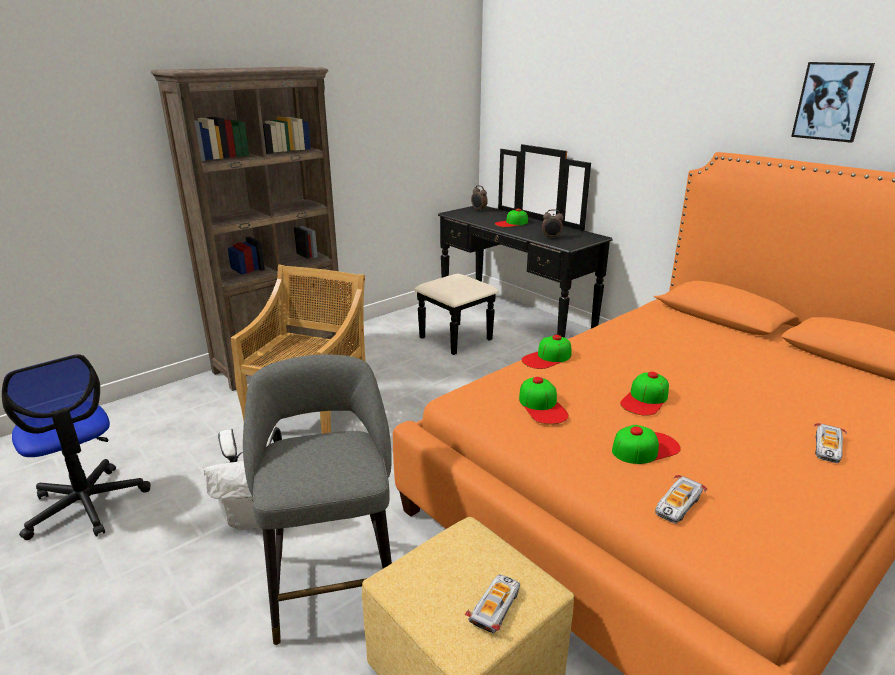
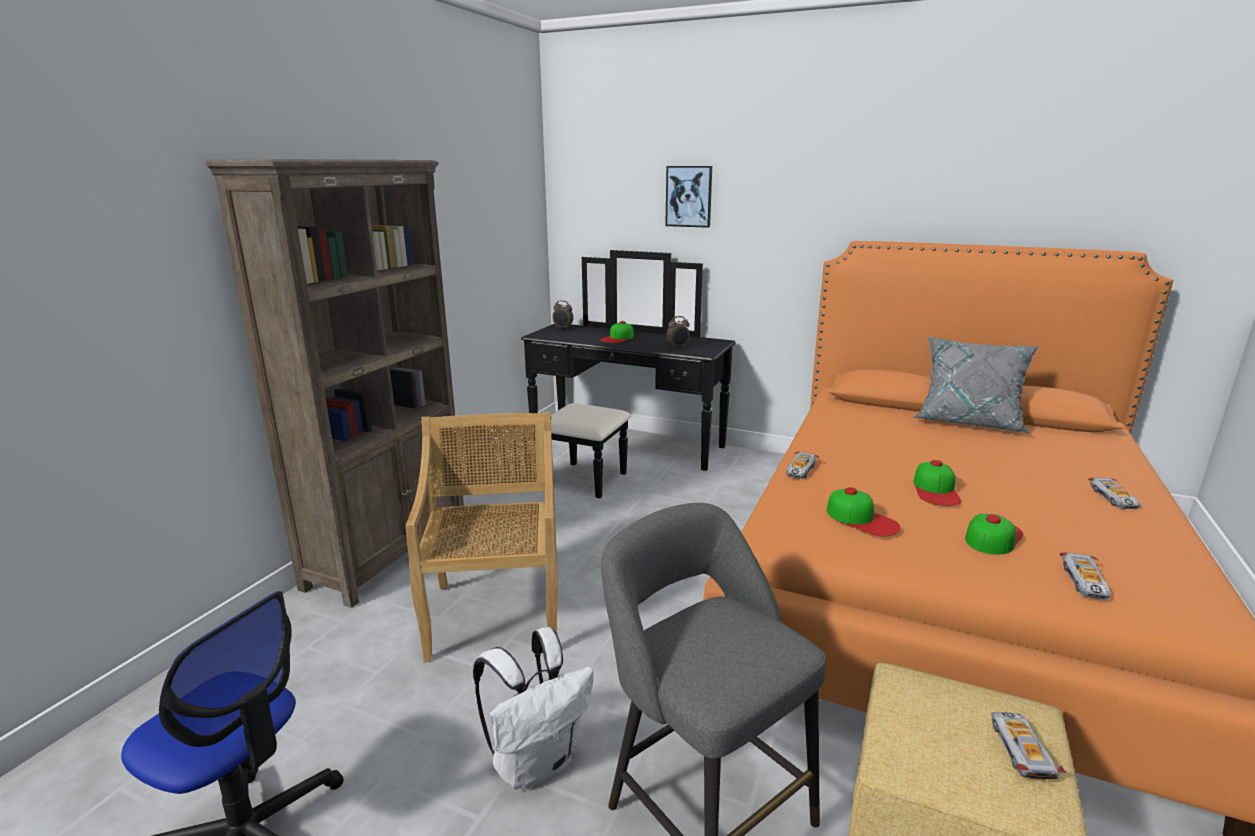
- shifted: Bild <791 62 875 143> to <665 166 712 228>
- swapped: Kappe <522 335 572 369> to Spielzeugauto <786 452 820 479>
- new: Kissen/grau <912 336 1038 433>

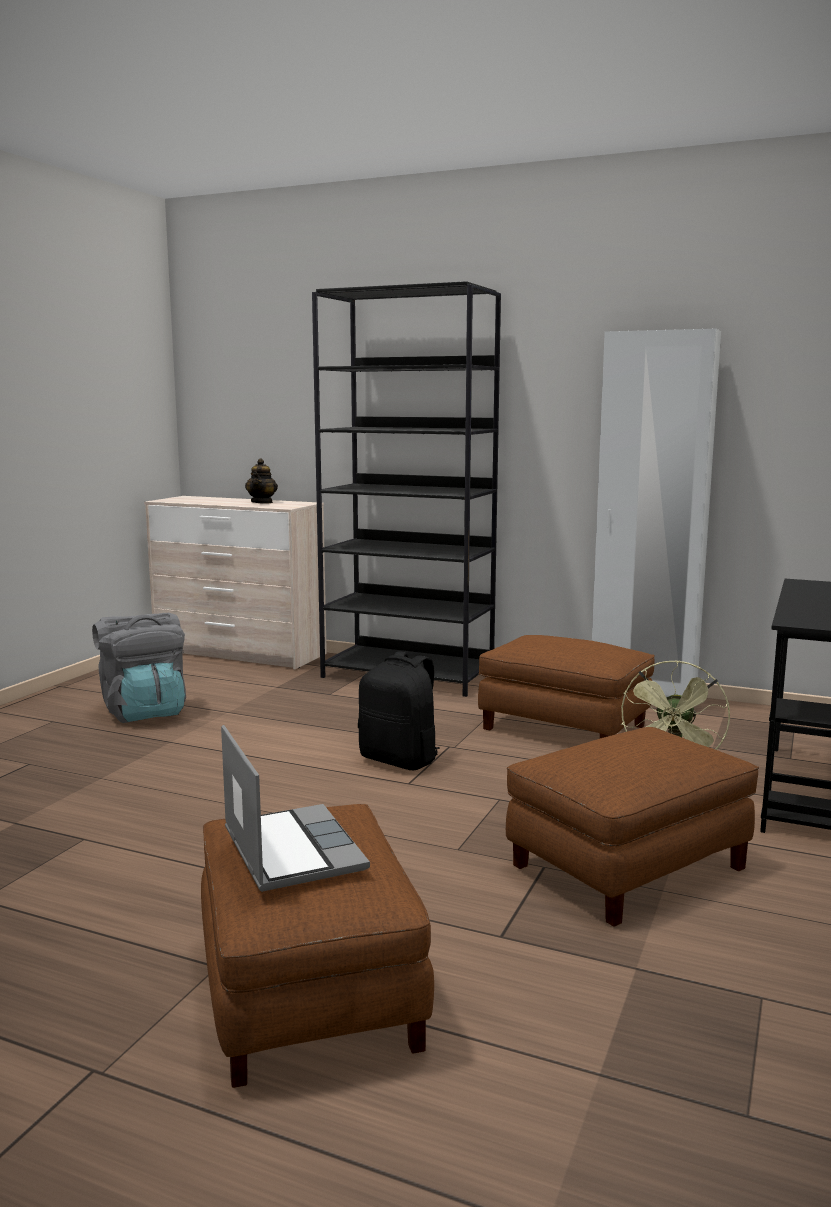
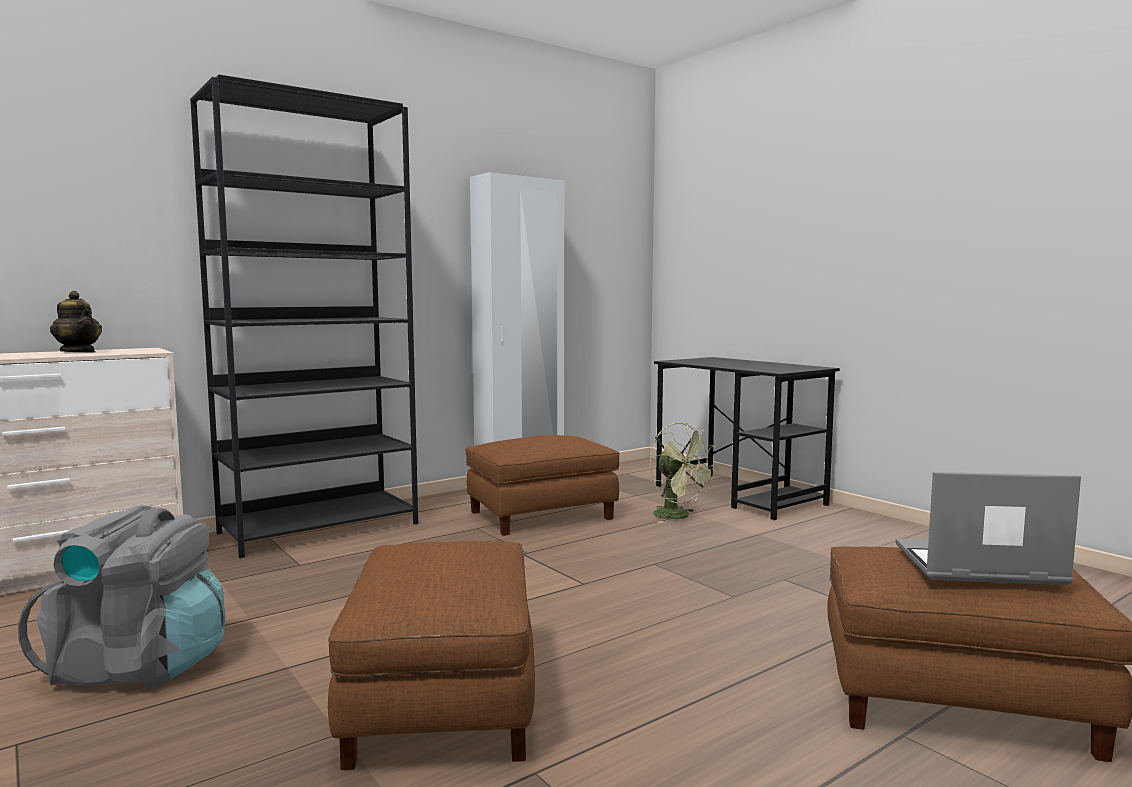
- gone: Rucksack/schwarz <358 651 440 770>
- shifted: Polsterhocker/braun <506 727 759 927> to <328 541 535 770>

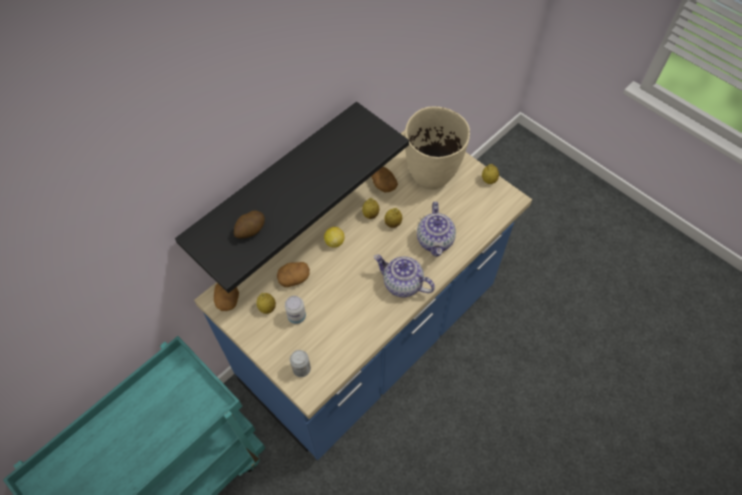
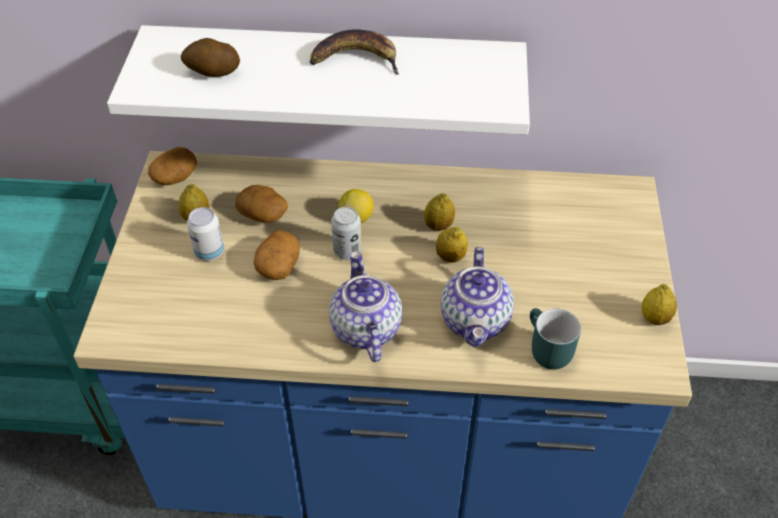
- repainted: Wandregal/schwarz <175 102 409 293> to Wandregal/weiß <107 25 530 135>
- gone: Vase/beige <405 106 470 189>
- shifted: Kartoffel <371 167 398 193> to <254 230 300 280>
- rotated: Teekanne <417 202 456 257> = <441 247 514 347> 45 degrees counterclockwise
- shifted: Dose <290 350 311 377> to <331 207 362 260>
- new: Banane <310 29 399 75>
- new: Henkelbecher/türkis <530 308 581 369>

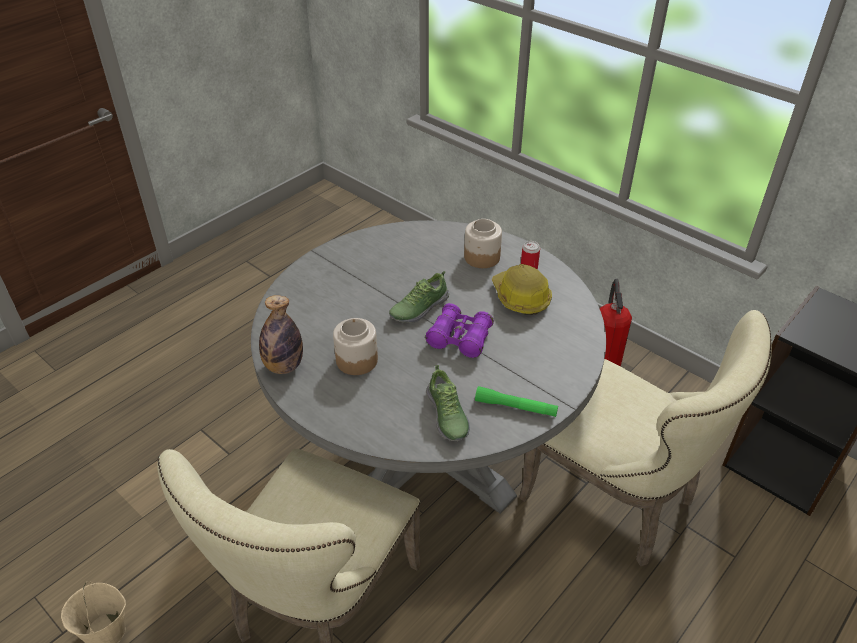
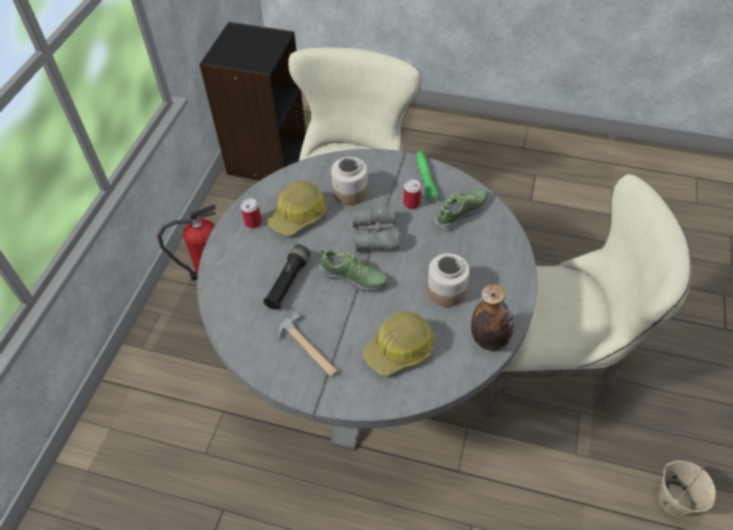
- shifted: Vorratsglas <464 219 502 268> to <331 157 368 205>
- repainted: Fernglas/lila <425 303 494 358> to Fernglas/grau <352 205 399 252>
- new: Dose <403 179 421 209>
- new: Taschenlampe/schwarz <263 245 310 310>
- new: Schutzhelm <363 311 435 376>
- new: Hammer <279 313 338 377>

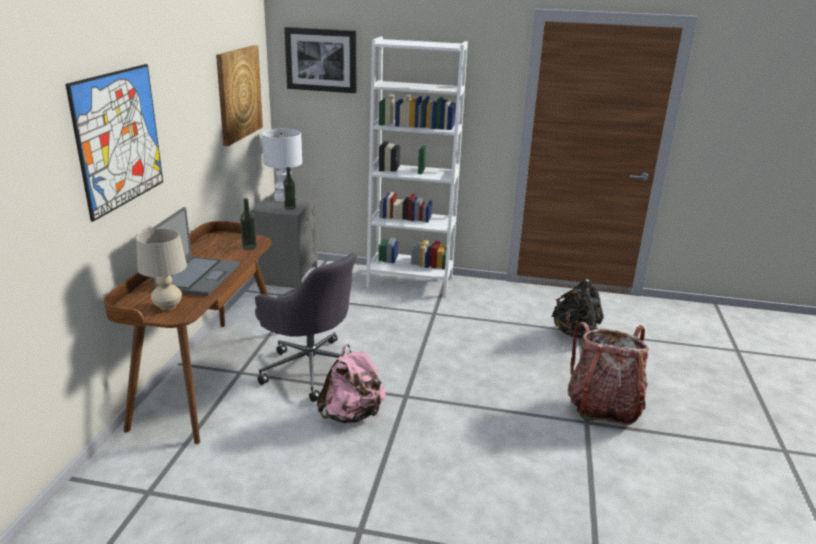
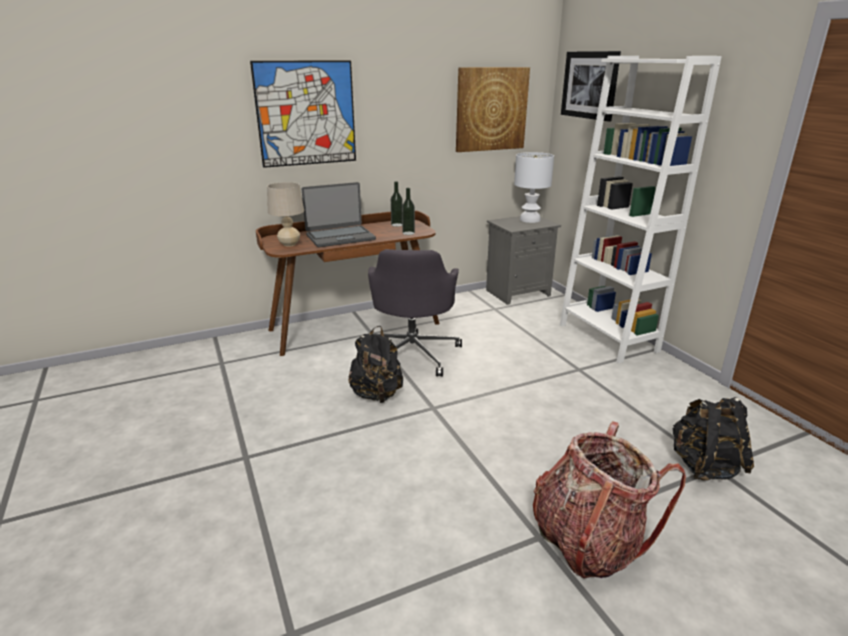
- shifted: Flasche <283 167 296 210> to <391 181 403 227>
- repainted: Rucksack/rosa <317 344 386 423> to Rucksack/schwarz <348 326 403 403>

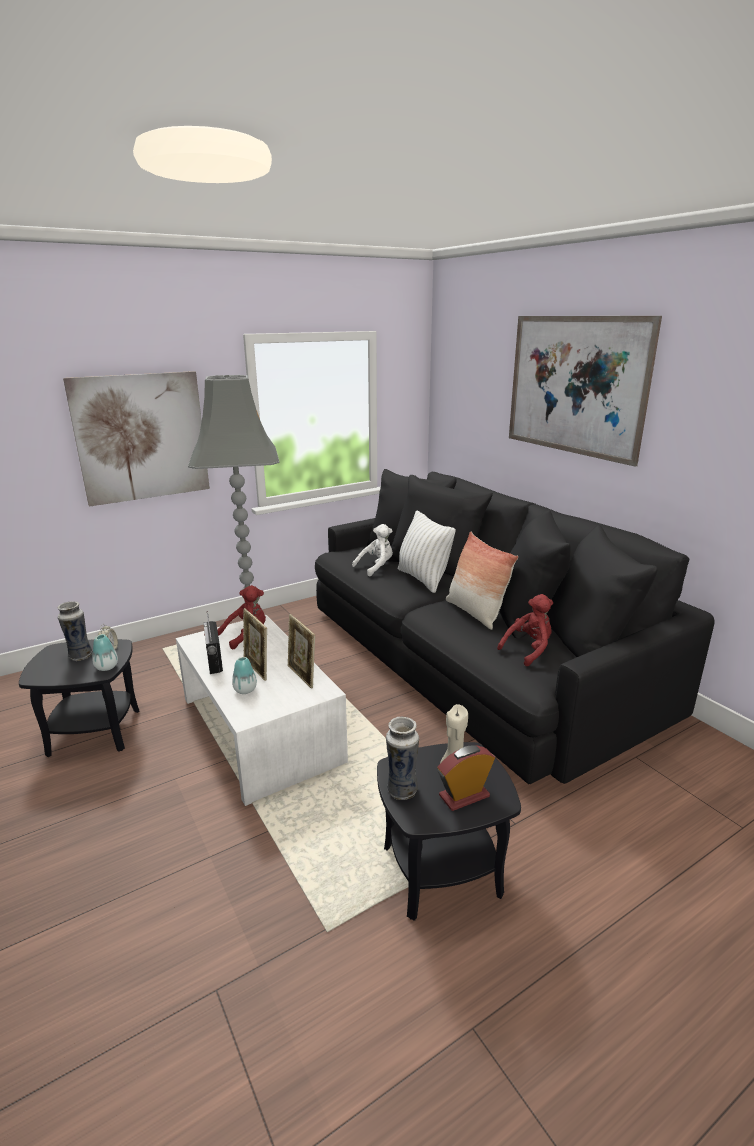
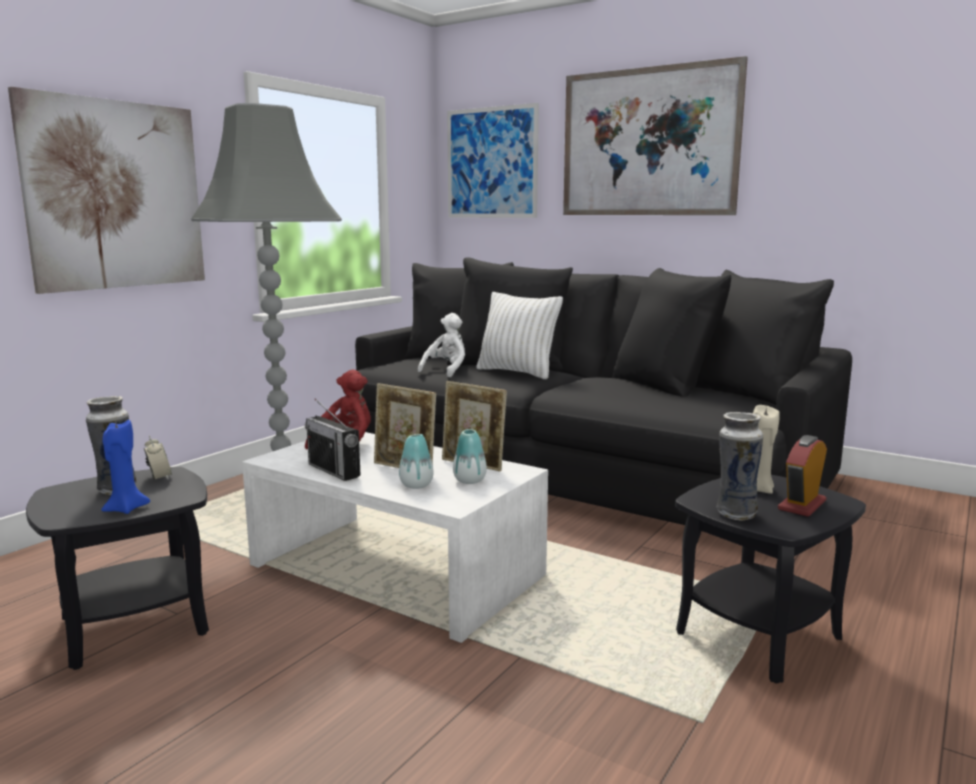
- gone: Kissen <446 532 518 630>
- gone: Plüschtier/rot <497 594 553 666>
- shifted: Vase <92 634 118 671> to <453 429 487 484>
- new: Bild <447 103 539 218>
- new: Kerze/blau <101 420 150 514>

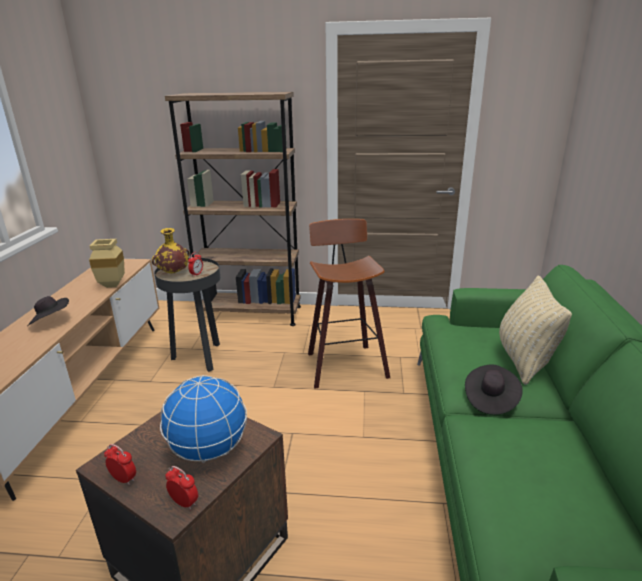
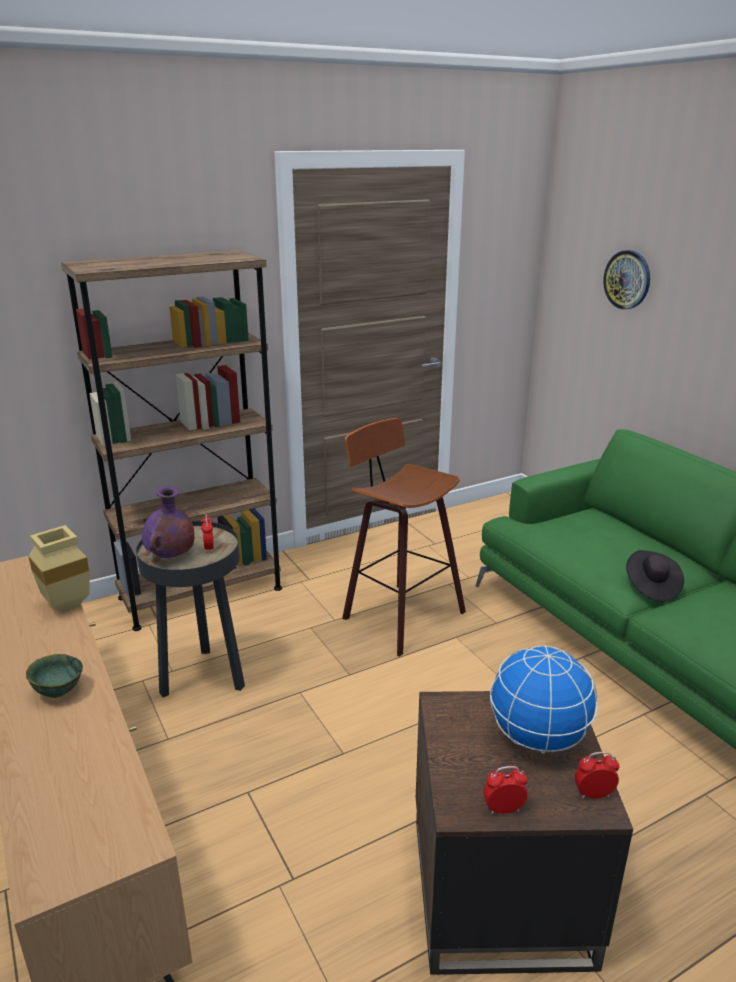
- repainted: Vase/gelb <152 228 190 274> to Vase/lila <142 486 195 558>
- gone: Kissen/beige <499 275 572 385>
- swapped: Hut/schwarz <27 296 69 326> to Schüssel/grün <26 654 83 698>
- new: Wanduhr <603 250 650 309>

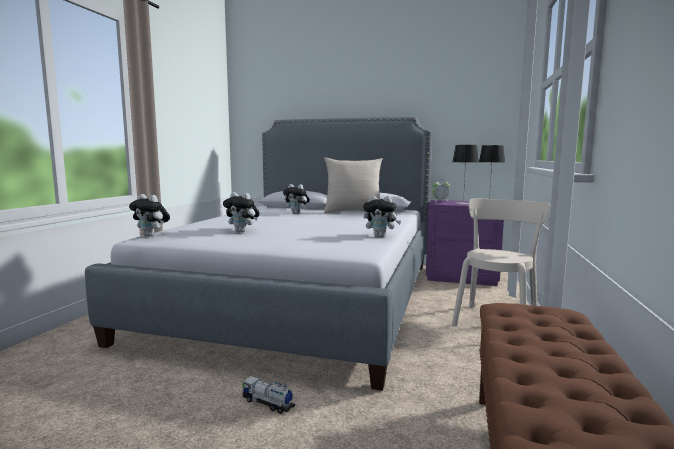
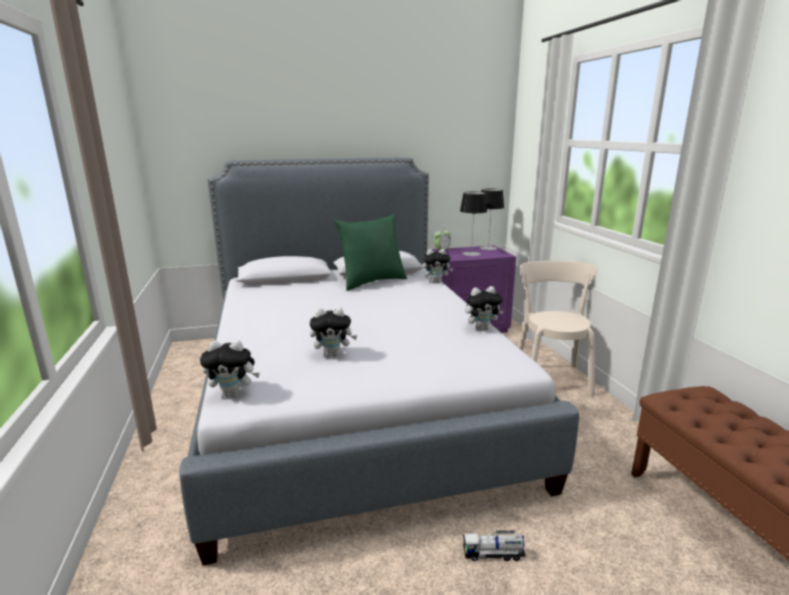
- repainted: Kissen/beige <324 157 383 214> to Kissen/grün <333 214 407 291>
- shifted: Plüschtier <283 184 310 214> to <422 249 454 283>

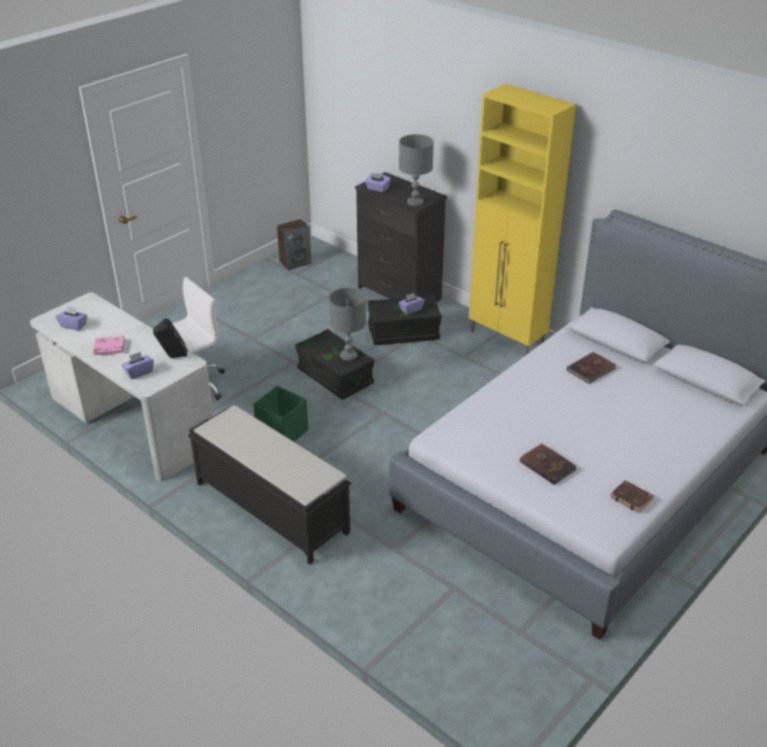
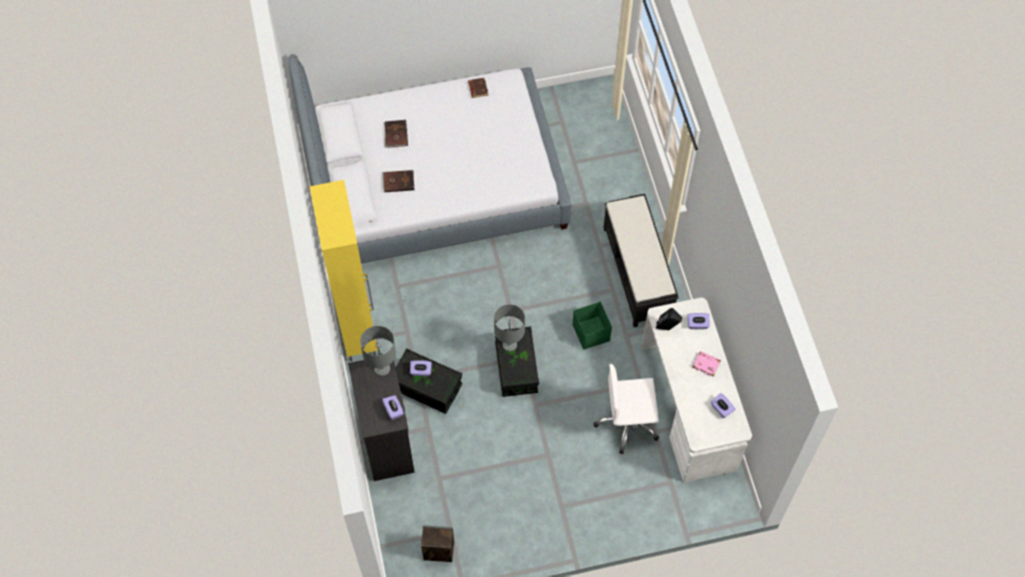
- shifted: Buch/braun <520 443 577 485> to <384 120 408 148>

